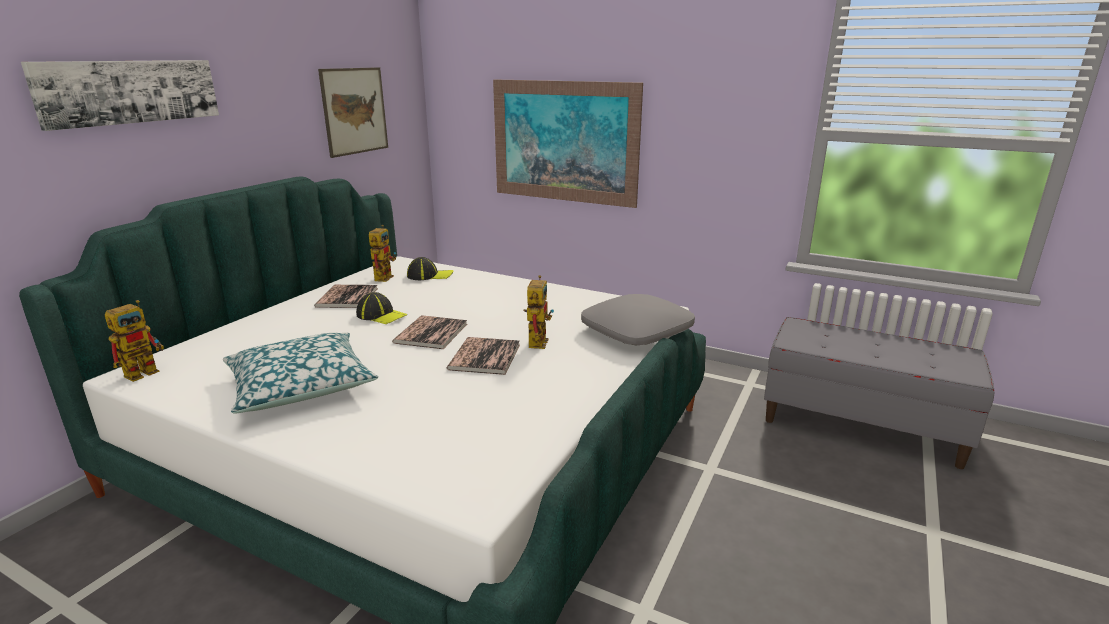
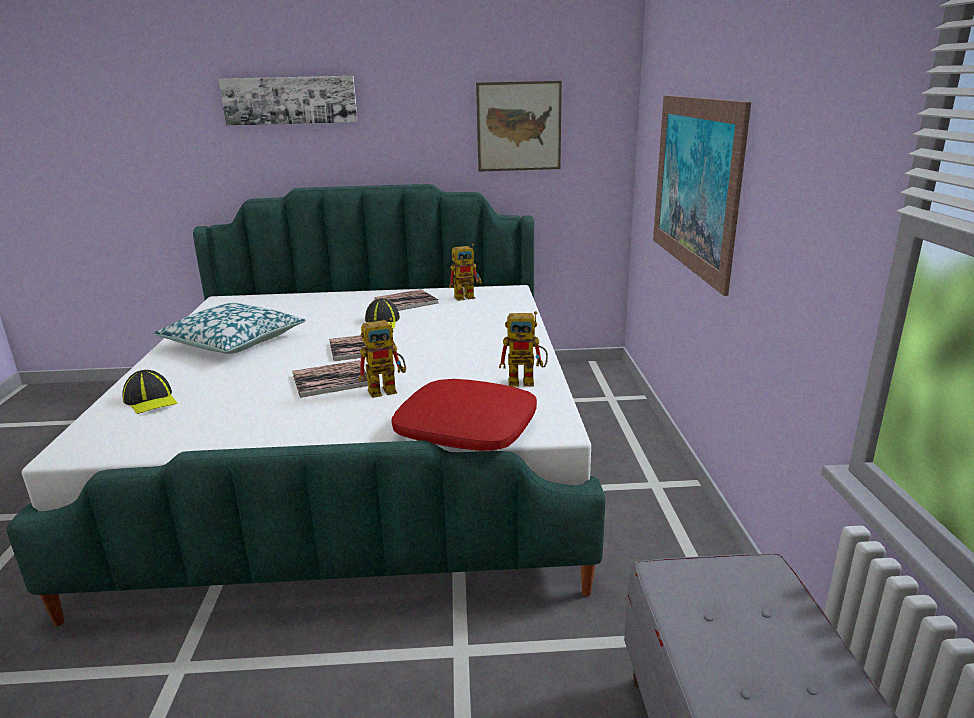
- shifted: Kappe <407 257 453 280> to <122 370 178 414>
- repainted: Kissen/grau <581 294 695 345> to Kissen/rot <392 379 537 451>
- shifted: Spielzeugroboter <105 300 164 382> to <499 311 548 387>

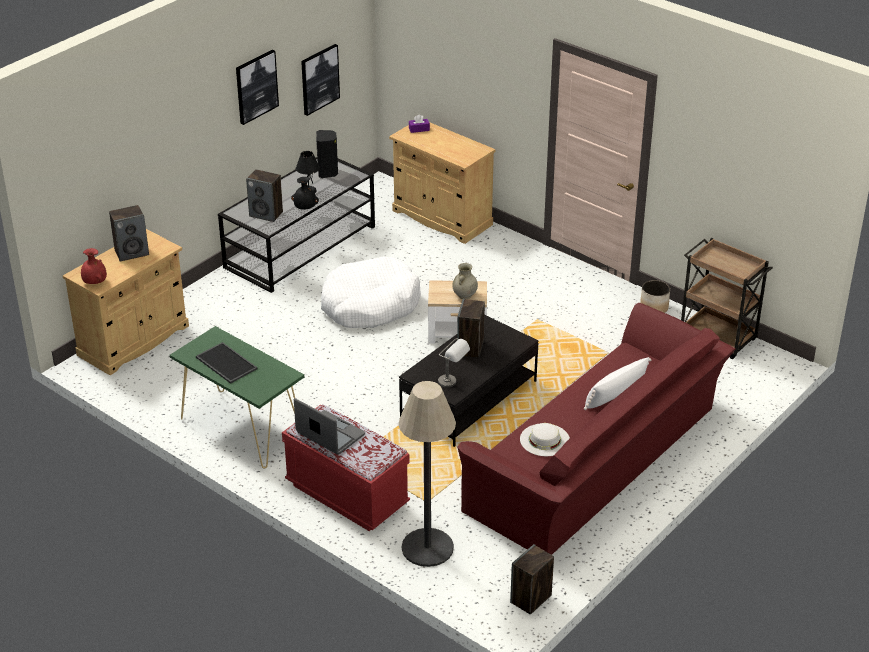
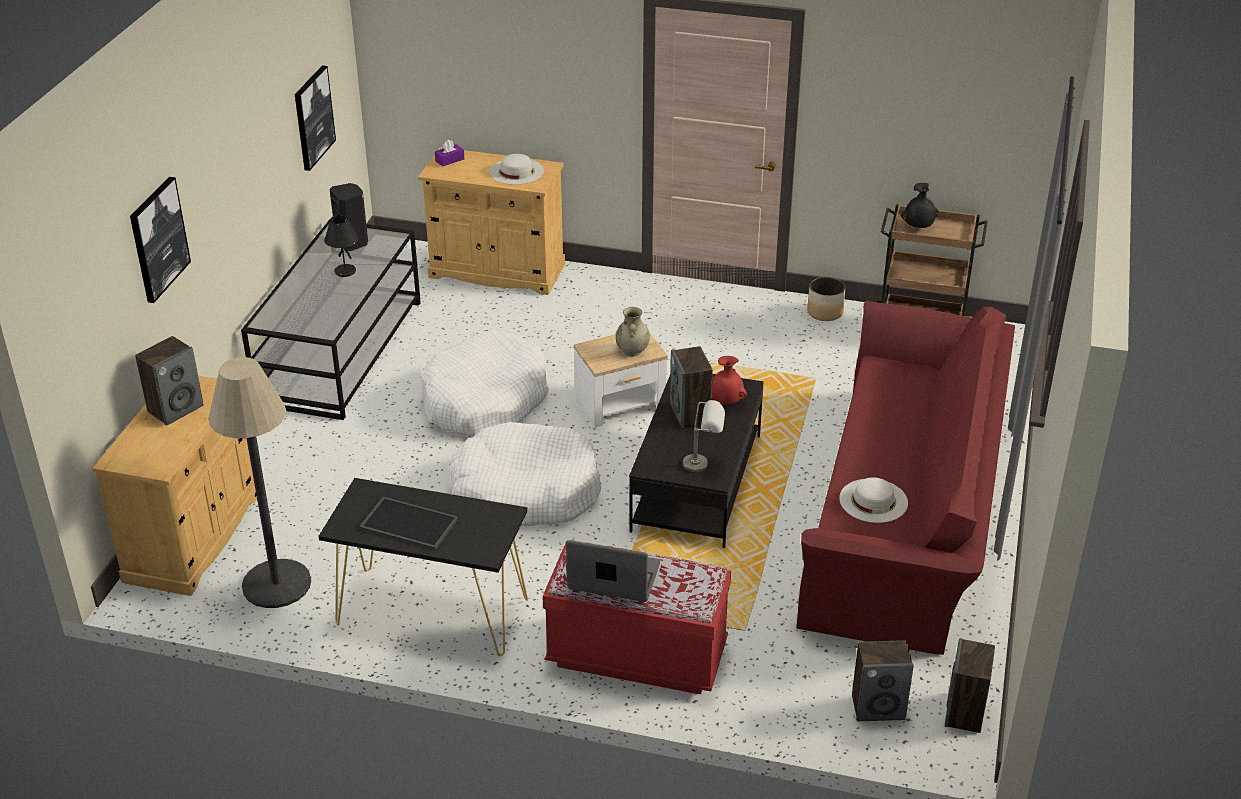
- shifted: Bild <236 50 279 125> to <130 177 191 303>
- shifted: Lautsprecher <246 169 283 222> to <852 640 914 721>
- shifted: Vase/schwarz <291 177 319 210> to <901 183 938 228>
- shifted: Vase/rot <81 248 107 284> to <712 356 747 405>
- repainted: Konsolentisch/grün <170 326 304 468> to Konsolentisch/schwarz <318 478 528 656>
- gone: Kissen/weiß <584 357 652 410>
- shifted: Stehlampe <398 381 456 567> to <208 357 311 608>
- new: Hut/weiß <489 154 544 185>
- new: Hundebett/weiß <449 422 601 526>

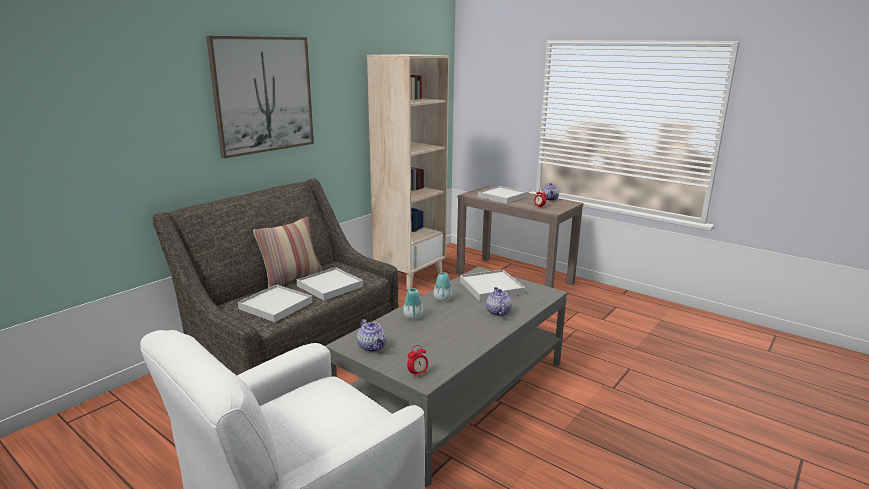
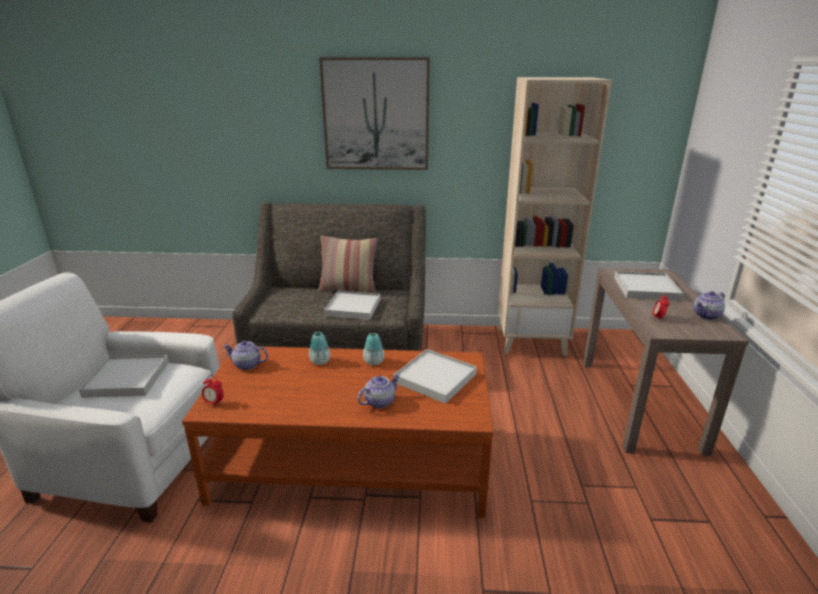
- repainted: Couchtisch/grau <325 266 567 488> to Couchtisch/braun <182 346 494 518>
- shifted: Tablett/weiß <238 285 312 322> to <79 355 169 398>
- rotated: Teekanne <357 319 386 352> = <223 341 268 370> 75 degrees clockwise

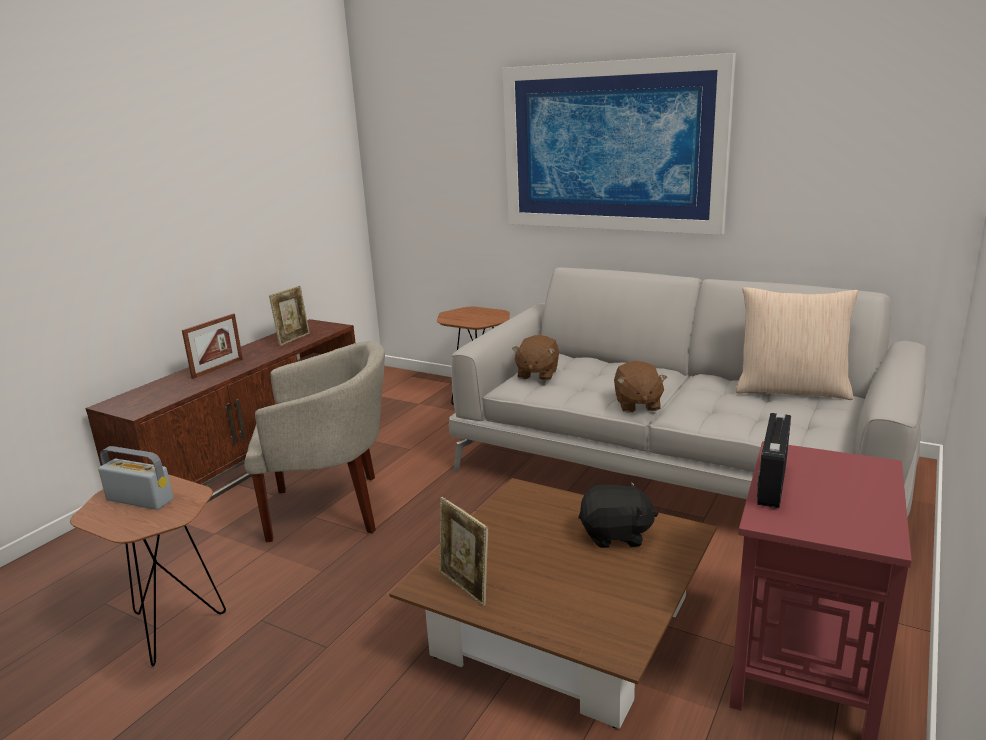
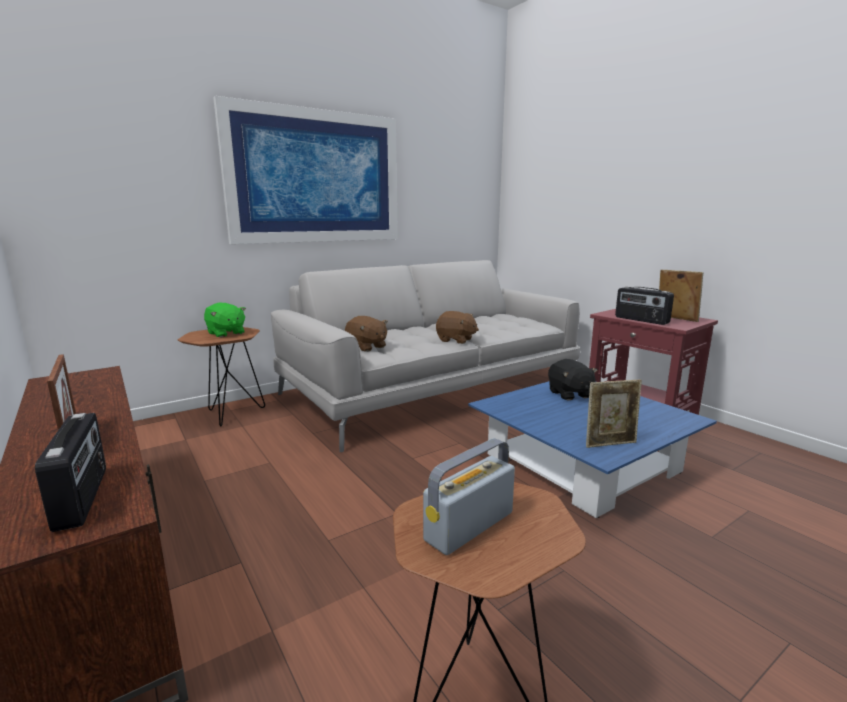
- shifted: Bilderrahmen <269 286 310 346> to <659 270 704 322>
- gone: Kissen/beige <736 287 858 400>
- gone: Sessel/beige <244 341 385 542>
- repainted: Couchtisch/braun <389 478 717 729> to Couchtisch/blau <468 381 717 518>
- rotated: Plüschtier/schwarz <578 481 659 548> = <548 359 598 400> 135 degrees clockwise
- new: Plüschtier/grün <204 303 246 338>
- new: Radio <35 413 106 532>

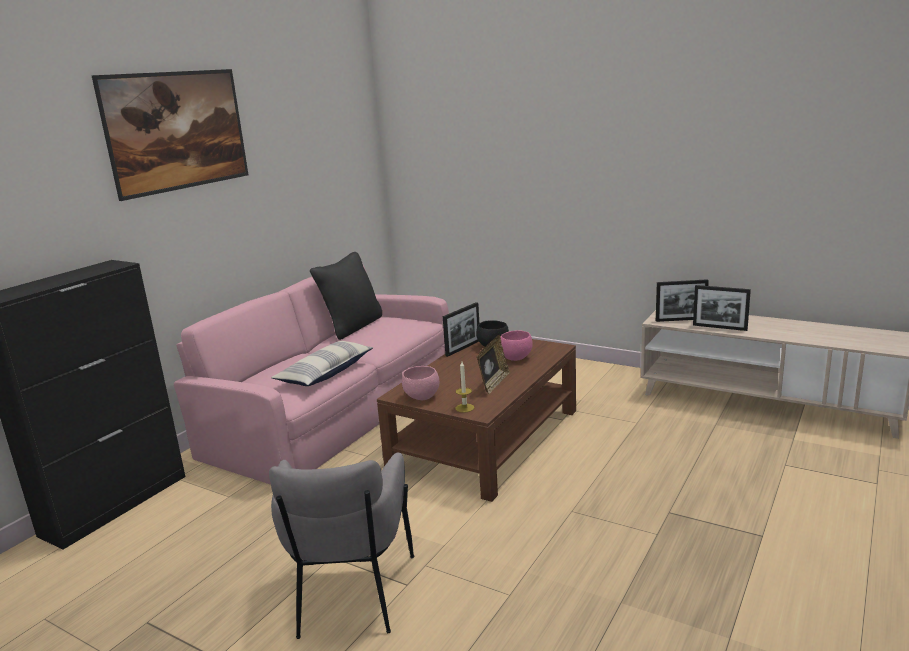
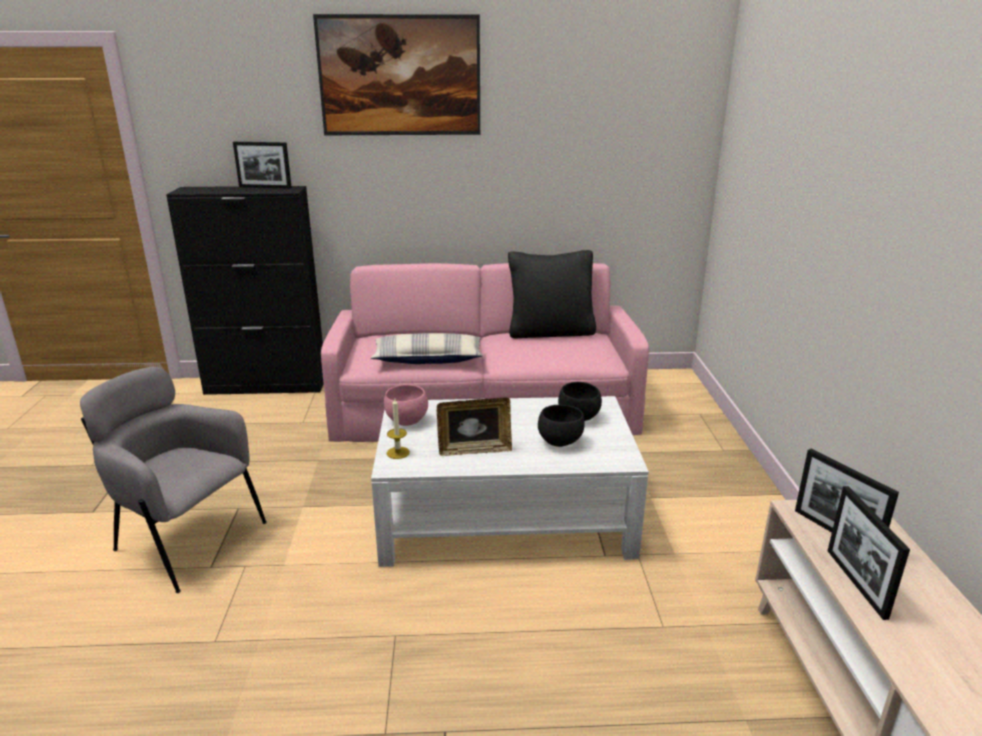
- shifted: Bilderrahmen <443 302 479 357> to <233 142 292 189>
- repainted: Schüssel/rosa <501 330 533 361> to Schüssel/schwarz <538 405 584 447>
- repainted: Couchtisch/braun <377 339 576 502> to Couchtisch/weiß <371 396 649 567>
- rotated: Sessel/grau <269 453 414 639> = <80 367 267 593> 60 degrees clockwise

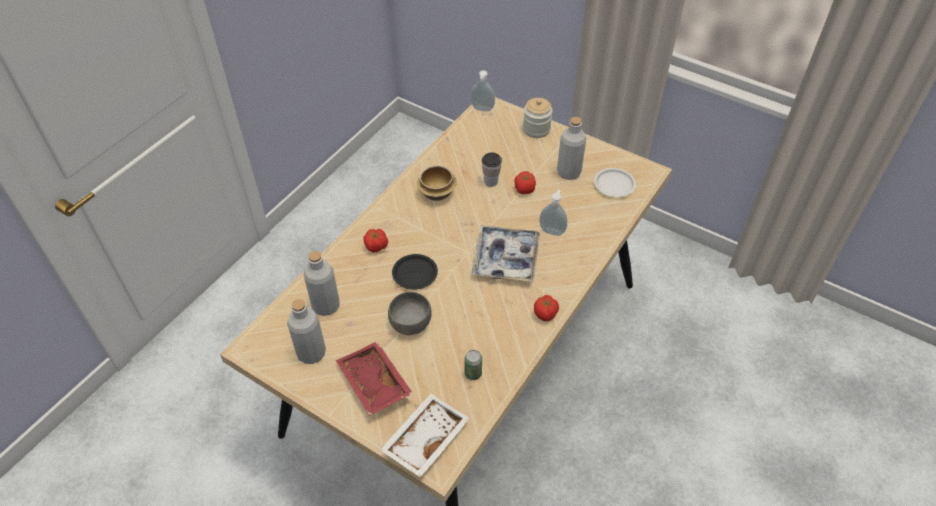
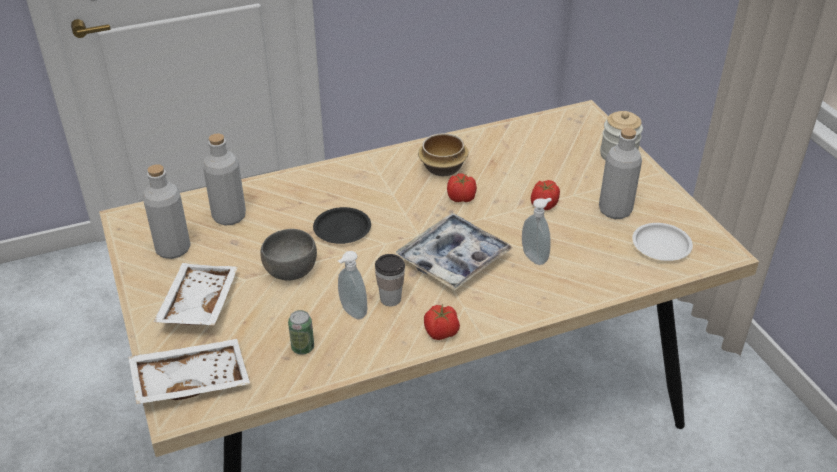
- shifted: Seifenspender <471 70 495 112> to <338 251 367 320>
- shifted: Tasse <482 153 502 187> to <375 254 405 306>
- shifted: Tomate <363 228 388 253> to <447 173 477 202>
- repainted: Tablett/rot <335 342 413 415> to Tablett/weiß <153 263 238 326>

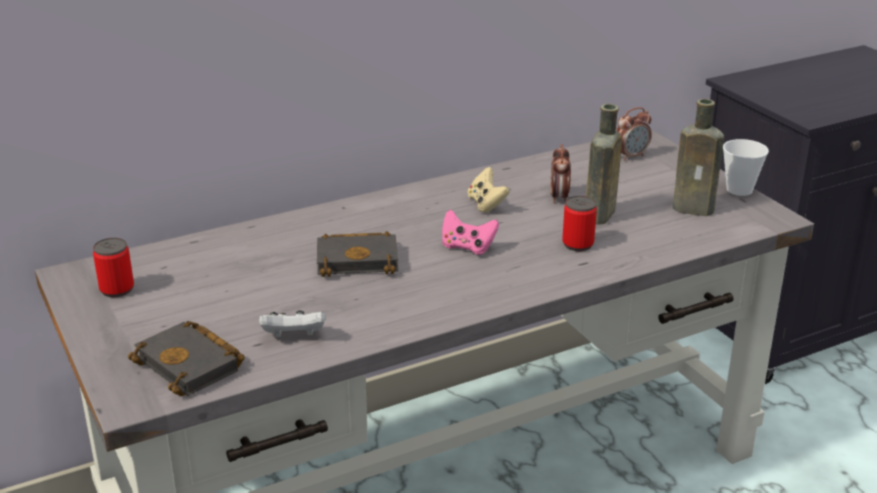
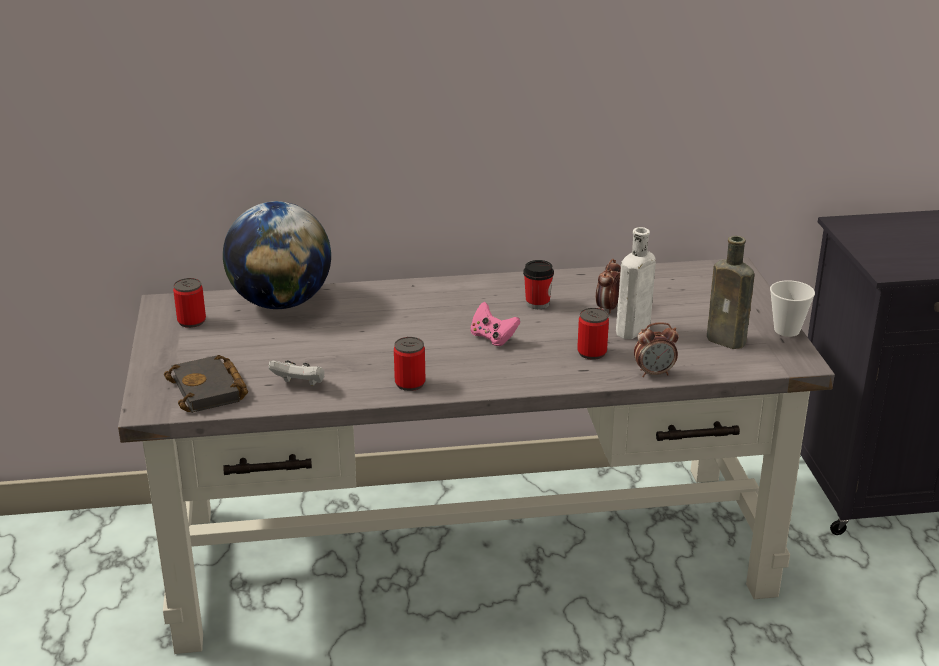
- repainted: Flasche/braun <586 104 622 225> to Flasche/weiß <616 227 656 339>
- shifted: Wecker <616 107 652 161> to <634 322 679 377>
- swapped: Gamepad/beige <468 167 510 213> to Tasse <523 260 554 309>
- gone: Buch/schwarz <317 231 398 277>
- new: Globus <223 201 331 309>
- new: Dose <394 337 425 391>

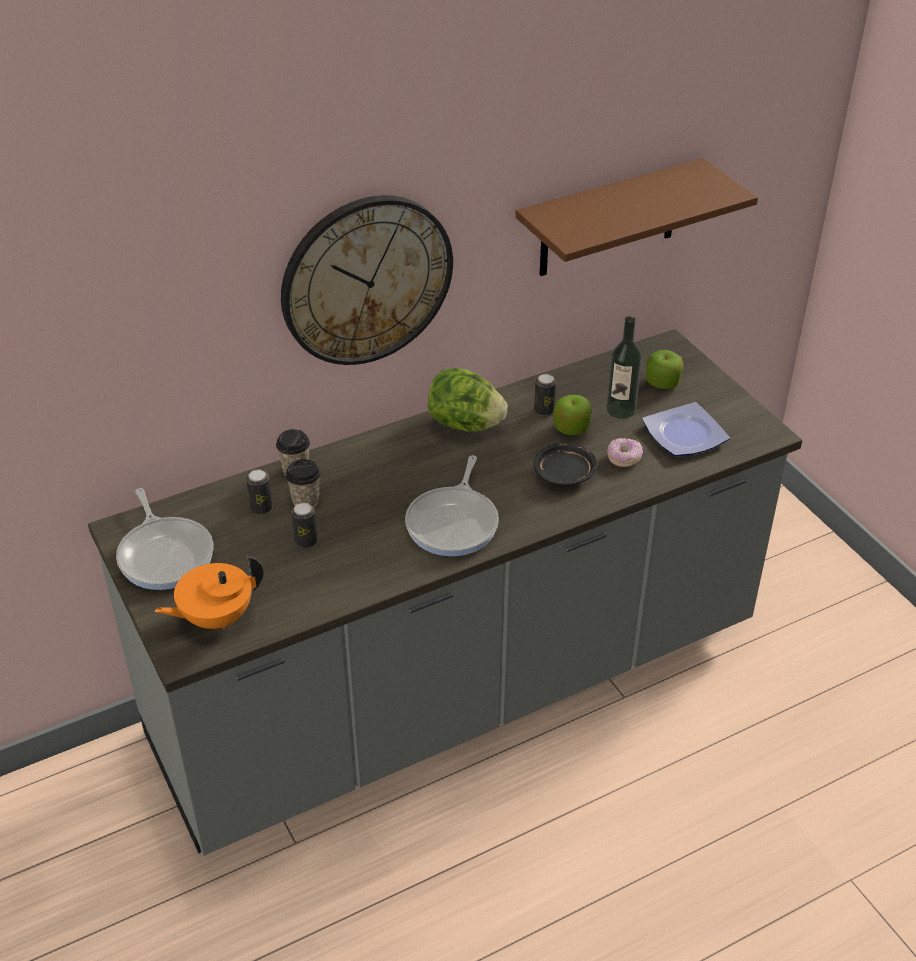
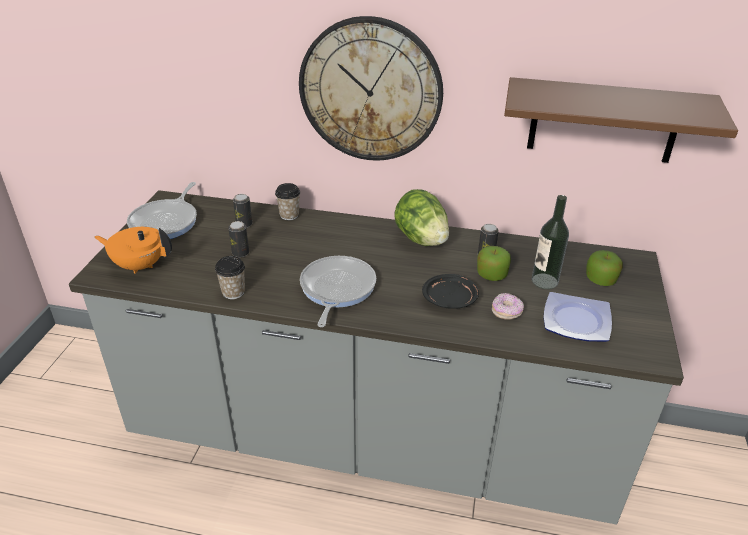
- rotated: Pfanne <405 455 499 556> = <300 256 376 327> 135 degrees clockwise
- shifted: Tasse <286 459 321 507> to <215 256 245 299>

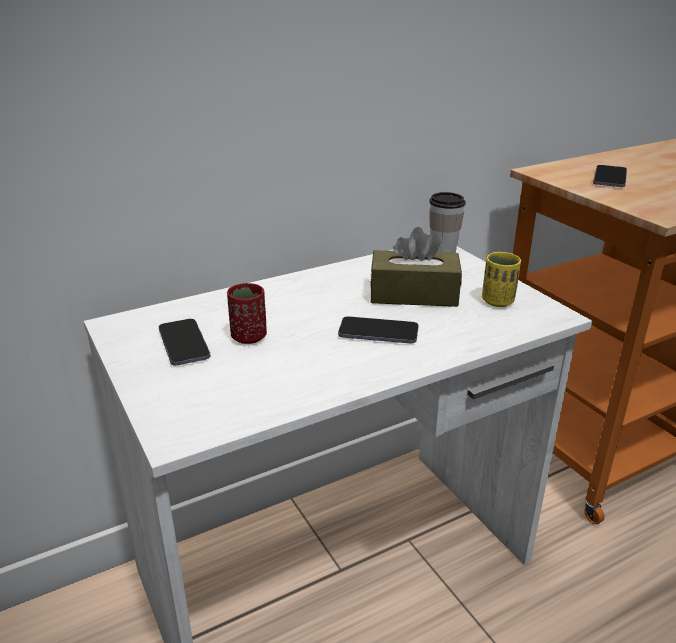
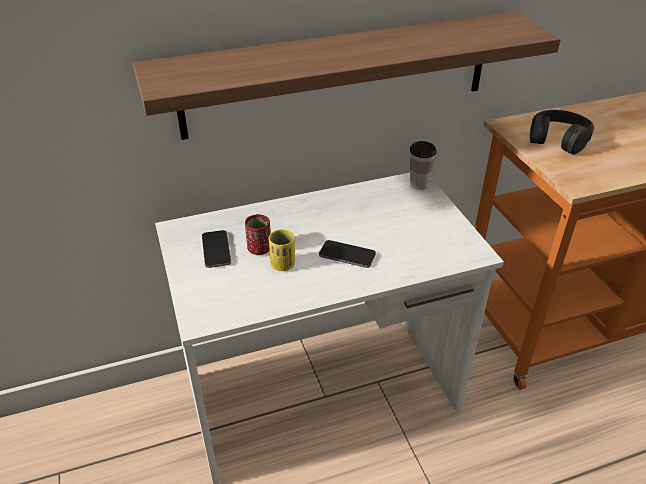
- swapped: Handy <593 165 627 187> to Kopfhörer/schwarz <530 110 594 155>
- gone: Taschentuchbox/braun <371 227 462 307>
- shifted: Tasse/gelb <482 252 521 307> to <269 229 295 271>
- new: Wandregal <133 12 561 140>

